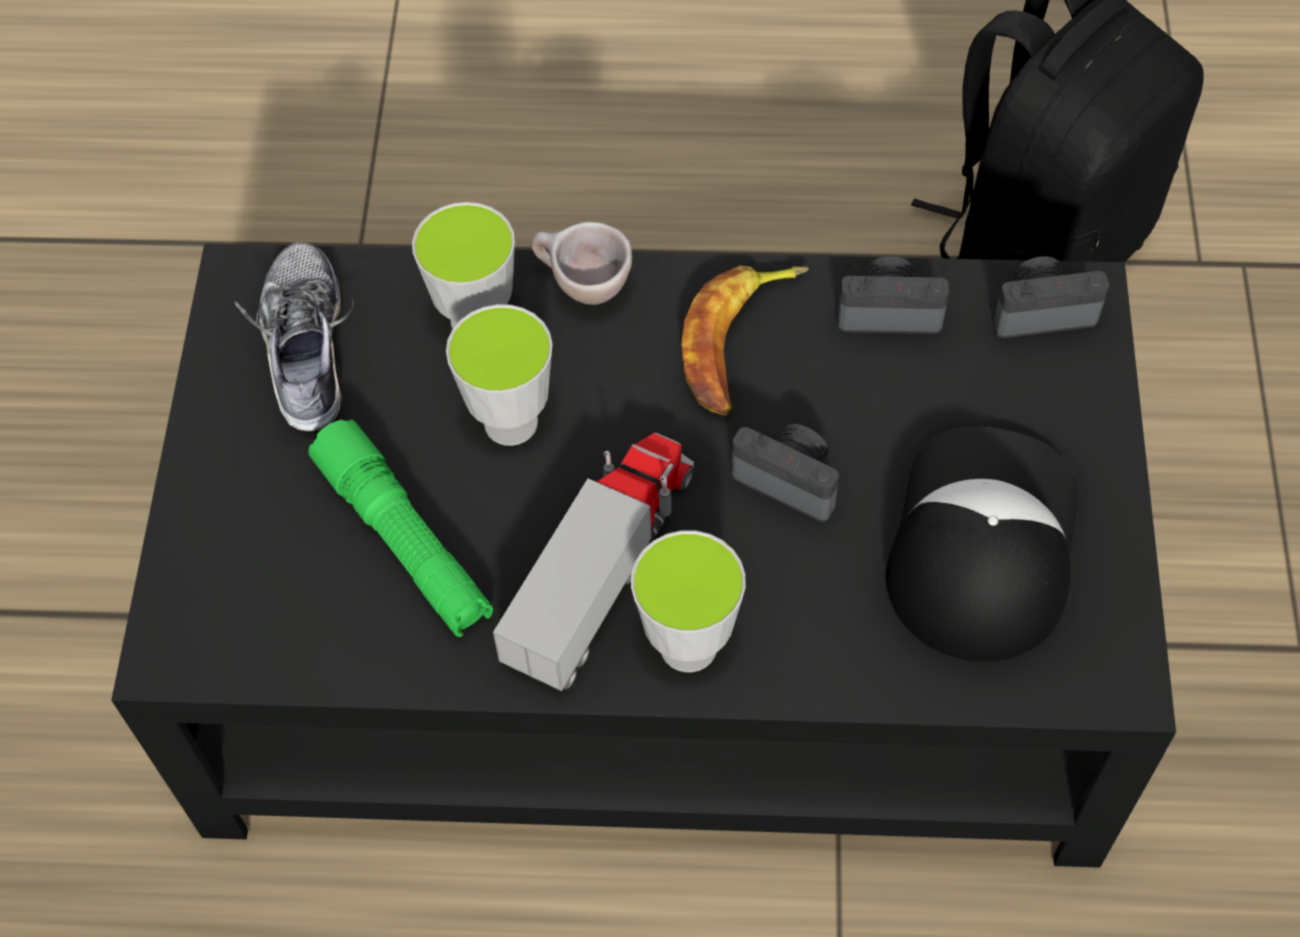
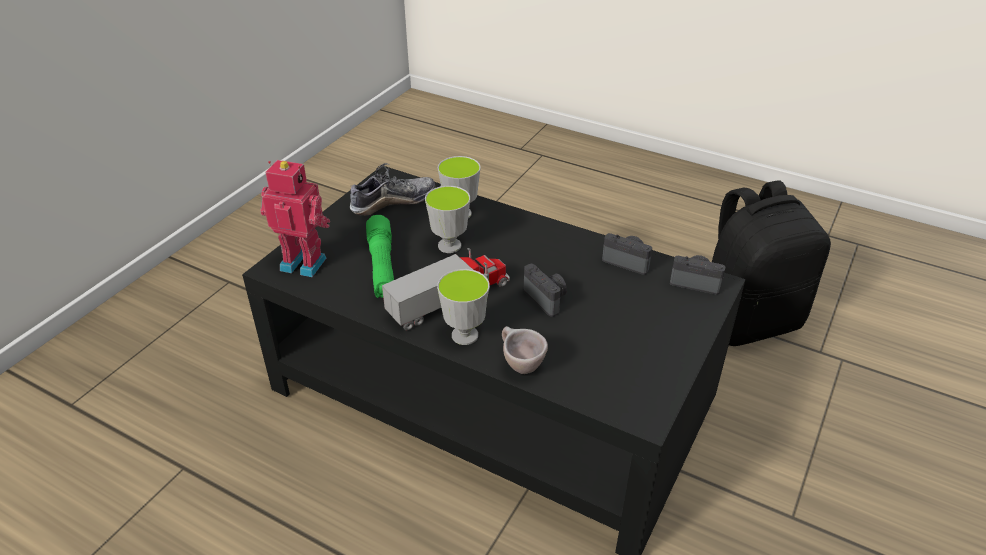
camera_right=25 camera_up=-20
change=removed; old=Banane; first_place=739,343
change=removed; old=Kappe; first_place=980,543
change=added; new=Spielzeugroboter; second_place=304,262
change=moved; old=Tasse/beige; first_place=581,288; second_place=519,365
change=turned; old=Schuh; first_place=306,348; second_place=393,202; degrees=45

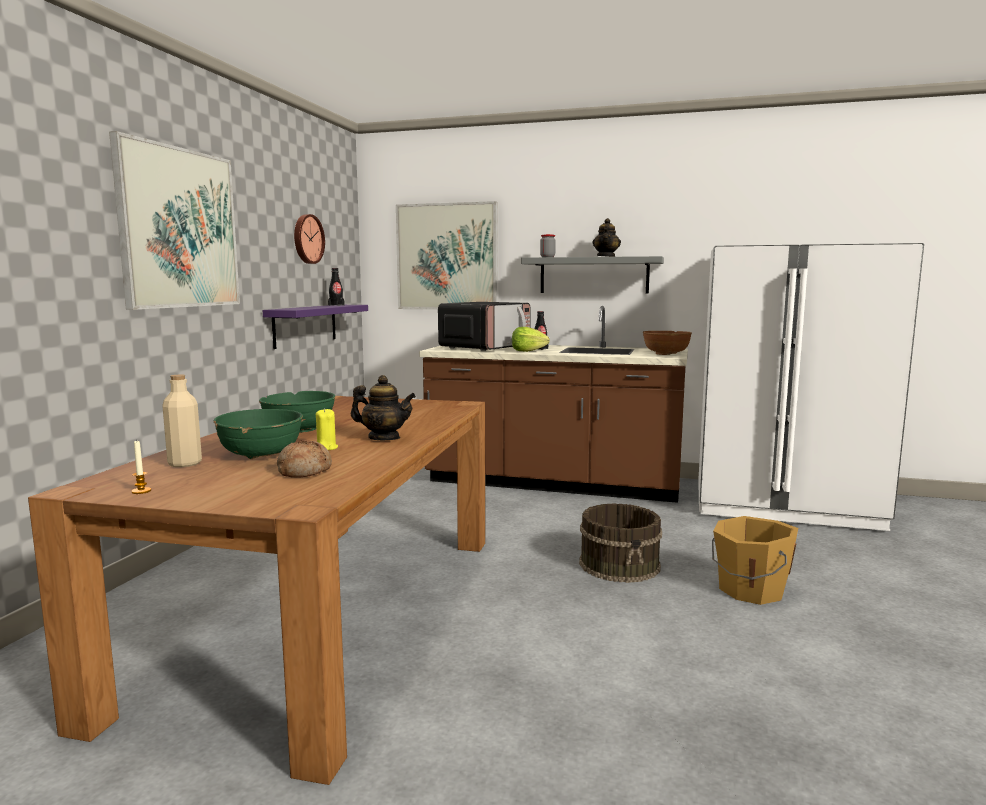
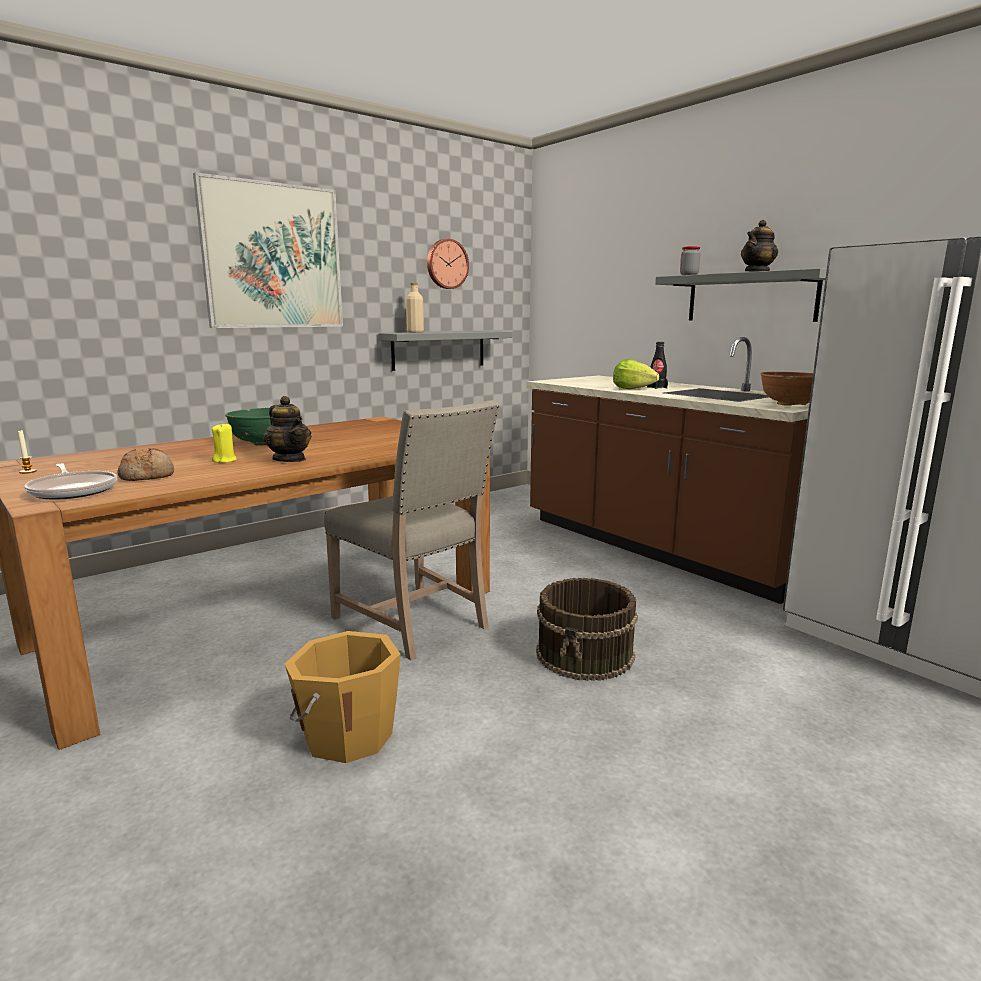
camera_right=35 camera_up=5
change=removed; old=Schüssel/grün; first_place=261,455
change=removed; old=Flasche/schwarz; first_place=336,305
change=removed; old=Bild; first_place=447,257
change=removed; old=Mikrowelle; first_place=485,347
change=added; new=Pfanne; second_place=73,490
change=added; new=Stuhl/beige; second_place=415,622
change=moved; old=Flasche/beige; first_place=184,463; second_place=415,332
change=moved; old=Eimer/orange; first_place=750,590; second_place=347,735
change=recoloured; old=Wandregal/lila; new=Wandregal/grau; first_place=305,325; second_place=439,350

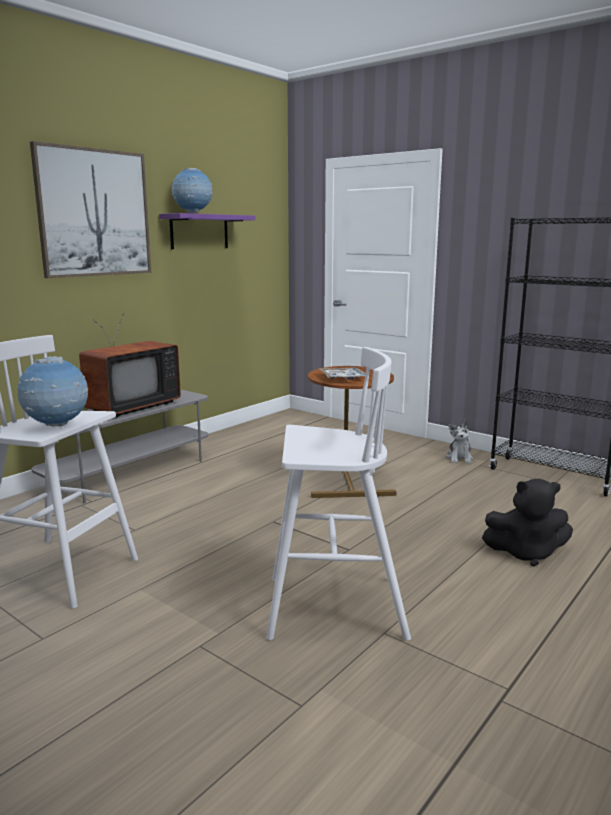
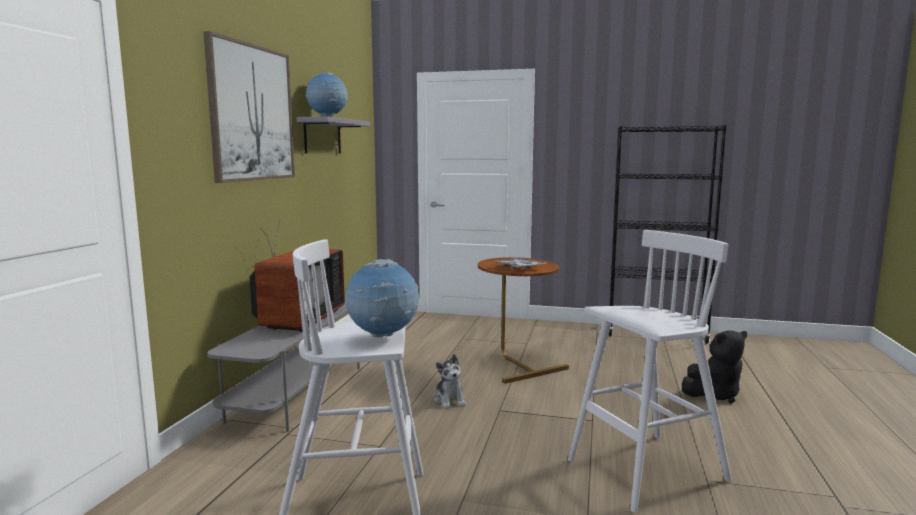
camera_right=-25 camera_up=-5
change=moved; old=Plüschtier; first_place=459,458; second_place=450,400
change=recoloured; old=Wandregal/lila; new=Wandregal/grau; first_place=199,231; second_place=322,136

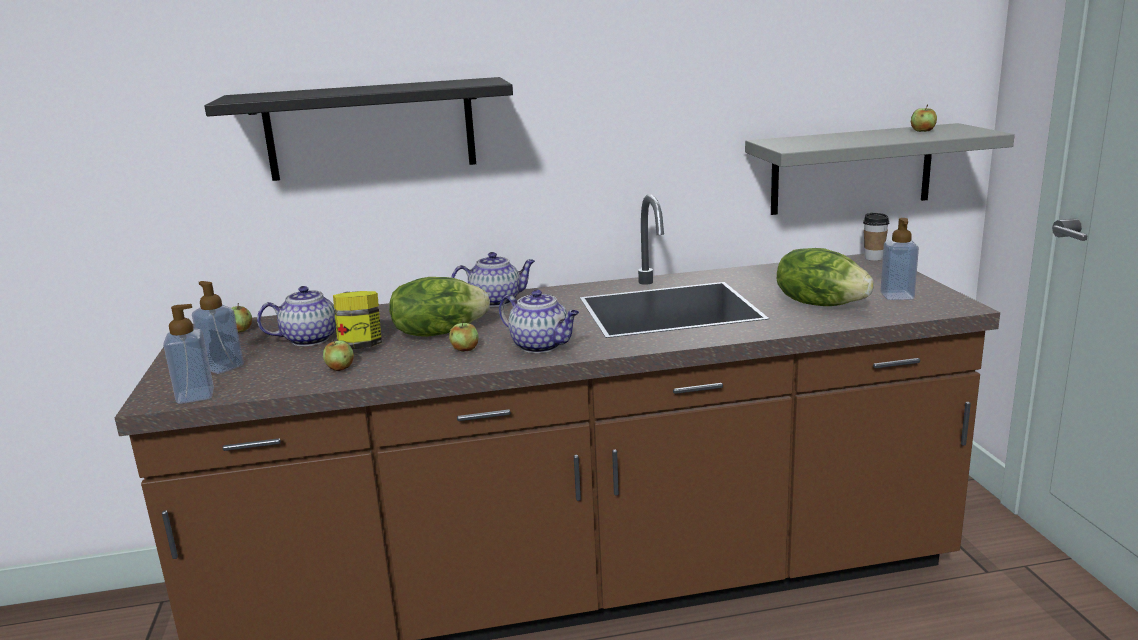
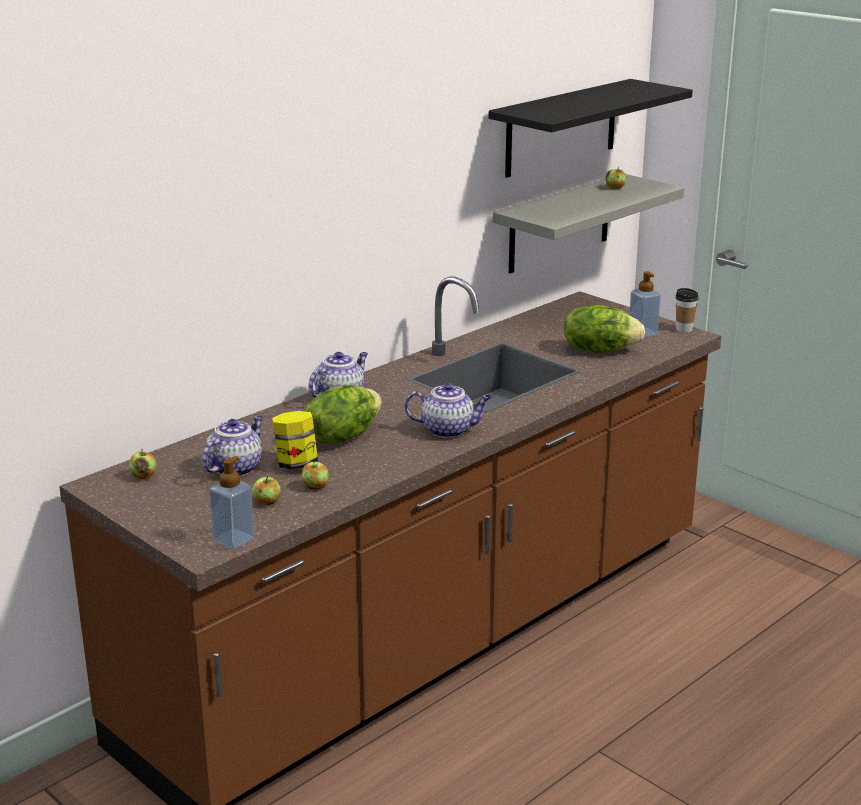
camera_right=-35 camera_up=5
change=removed; old=Seifenspender; first_place=223,367
change=moved; old=Wandregal/schwarz; first_place=371,129; second_place=561,128
change=moved; old=Apfel; first_place=465,349; second_place=266,502
change=moved; old=Tasse; first_place=873,258; second_place=684,329

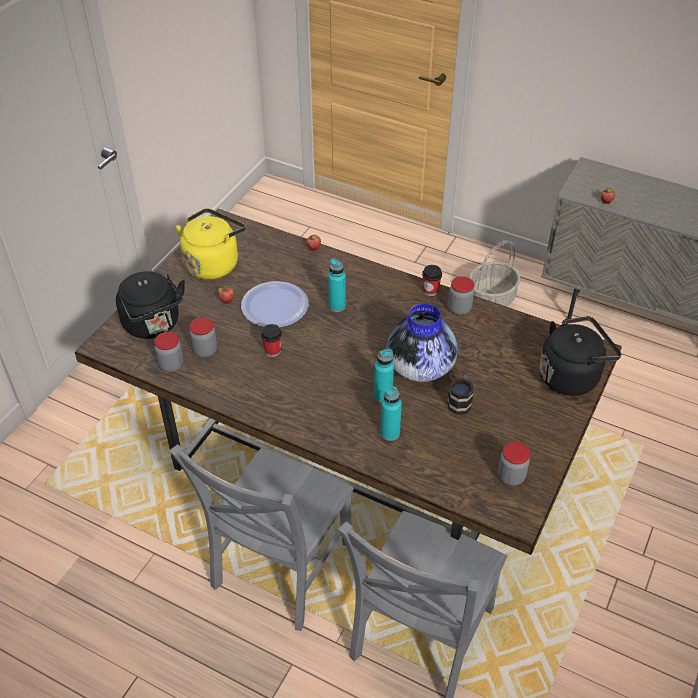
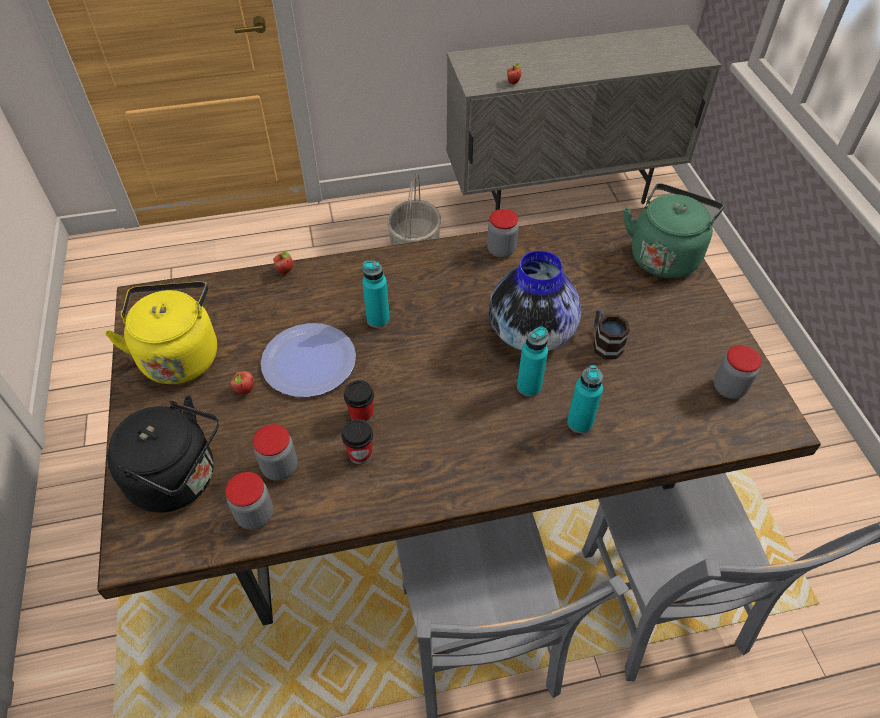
camera_right=-40 camera_up=5
change=moved; old=Tasse; first_place=430,291; second_place=360,454
change=recoloured; old=Wasserkessel/schwarz; new=Wasserkessel/grün; first_place=571,375; second_place=664,255

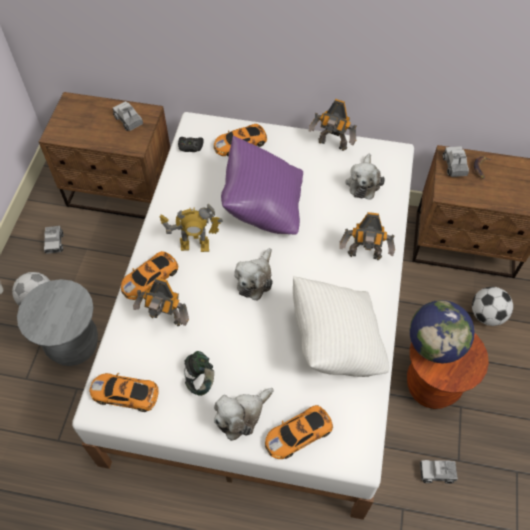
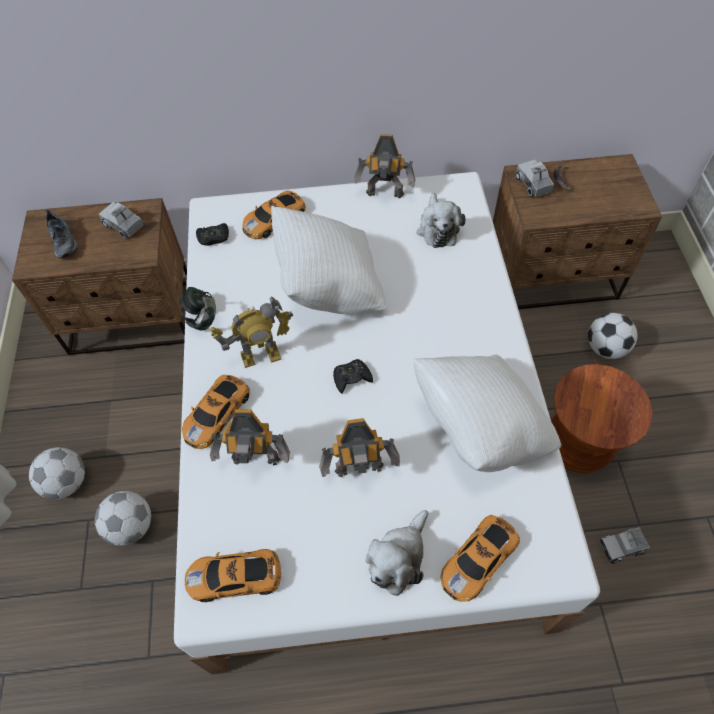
camera_right=-15 camera_up=0
change=removed; old=Spielzeuglaster; first_place=54,243
change=removed; old=Globus; first_place=434,345
change=added; new=Schuh; second_place=64,241
change=moved; old=Kopfhörer; first_place=200,379; second_place=202,318
change=moved; old=Spielzeugroboter; first_place=364,256; second_place=360,471
change=replaced; old=Hocker/grau; new=Fußball; first_place=74,345; second_place=131,526
change=replaced; old=Plüschtier; new=Gamepad/schwarz; first_place=255,279; second_place=352,378
change=recoloured; old=Kissen/lila; new=Kissen/weiß; first_place=263,207; second_place=329,287

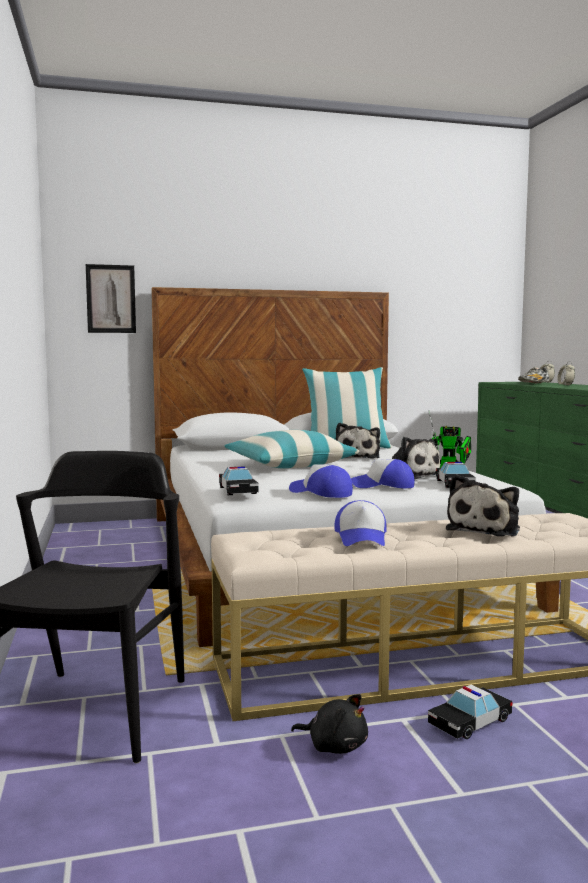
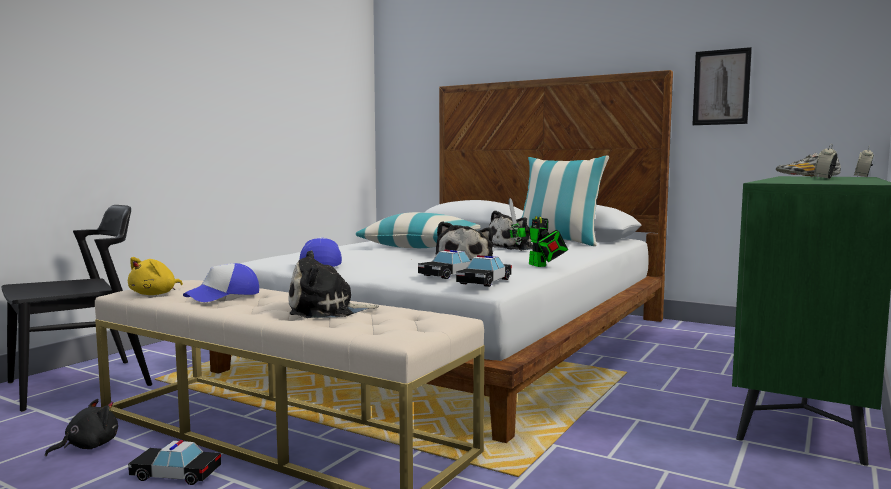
camera_right=45 camera_up=0
change=removed; old=Kappe; first_place=383,486
change=added; new=Plüschtier/gelb; second_place=155,294
change=moved; old=Bild; first_place=111,299; second_place=721,87
change=moved; old=Spielzeugauto; first_place=238,491; second_place=484,282
change=turned; old=Plüschtier/schwarz; first_place=334,746; second_place=88,446; degrees=-120

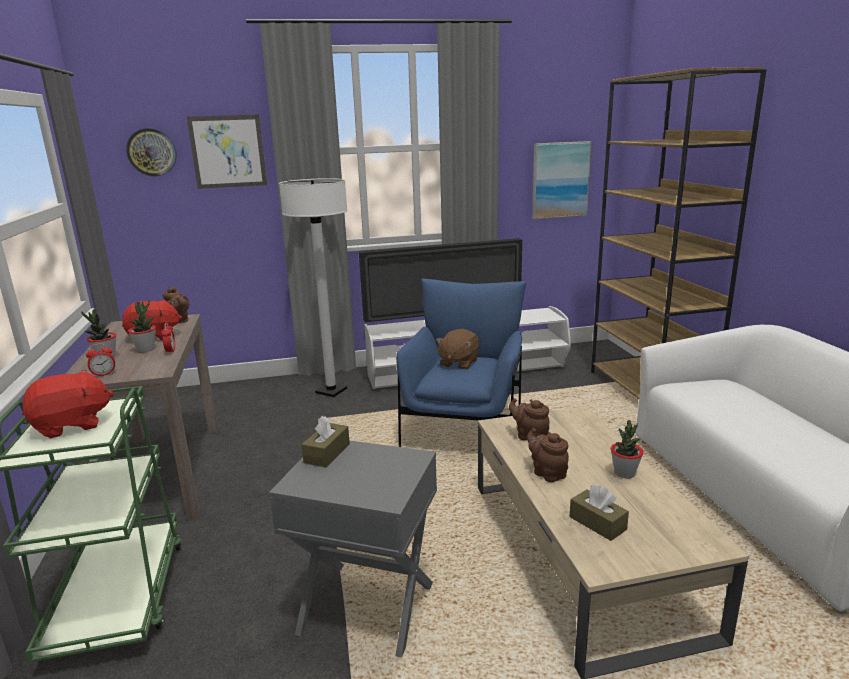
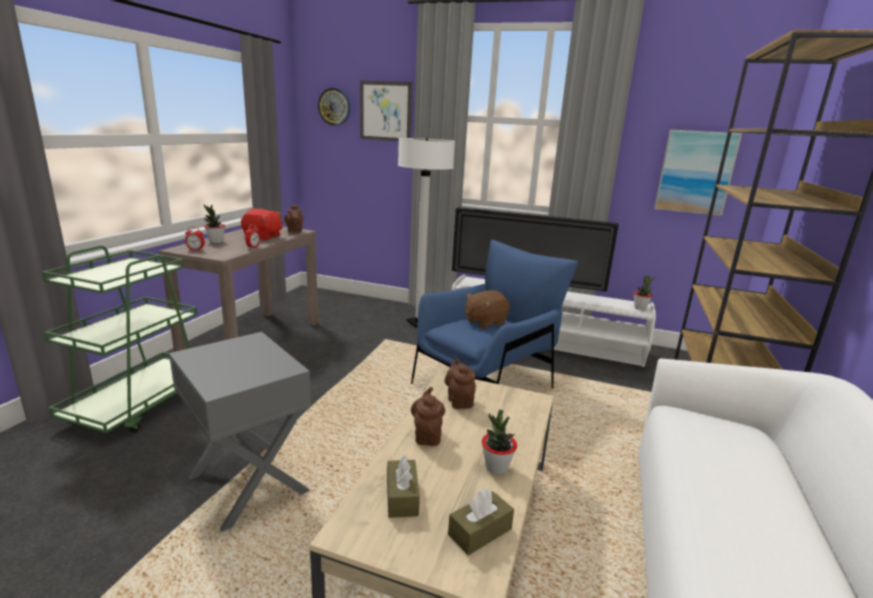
camera_right=30 camera_up=0
change=removed; old=Plüschtier/rot; first_place=72,425
change=moved; old=Topfpflanze; first_place=146,349; second_place=640,308
change=moved; old=Taschentuchbox/braun; first_place=327,453; second_place=480,532

